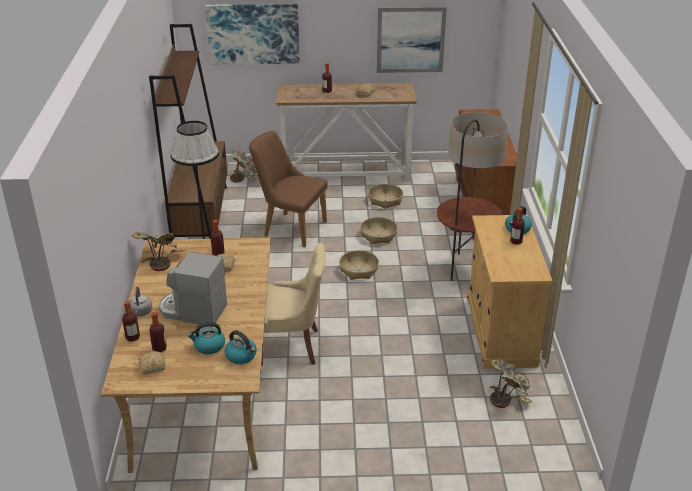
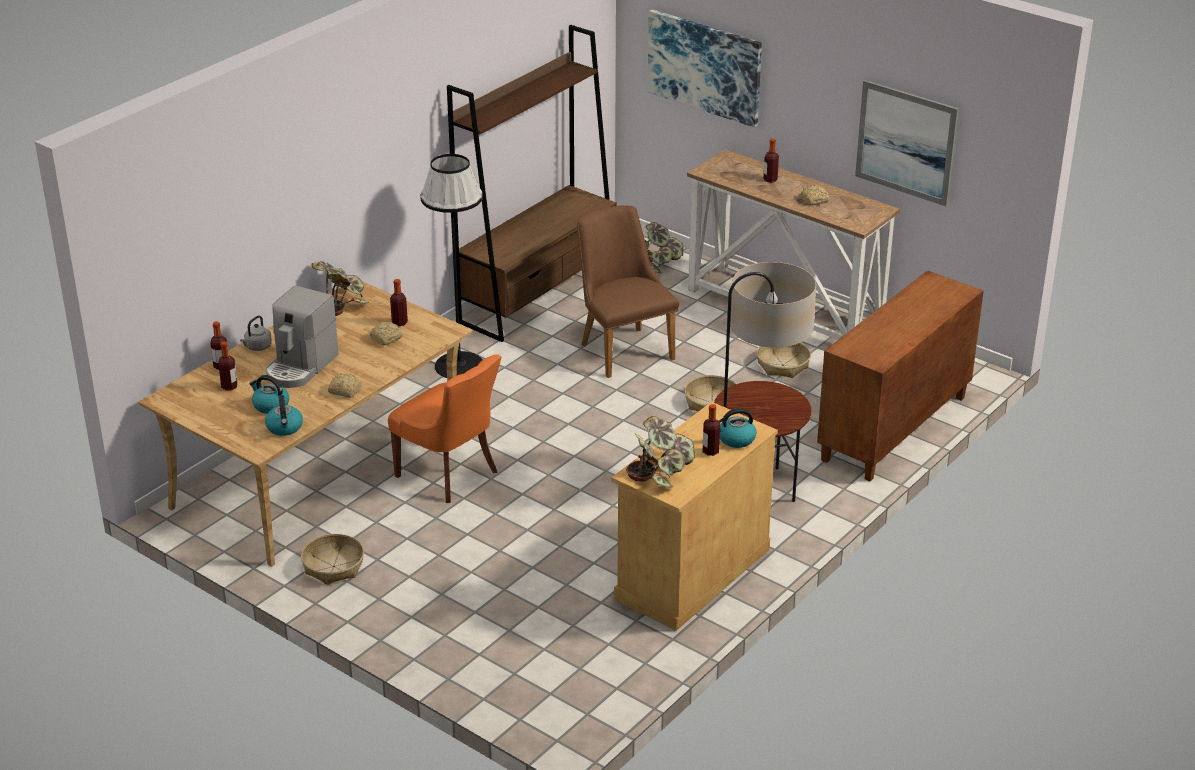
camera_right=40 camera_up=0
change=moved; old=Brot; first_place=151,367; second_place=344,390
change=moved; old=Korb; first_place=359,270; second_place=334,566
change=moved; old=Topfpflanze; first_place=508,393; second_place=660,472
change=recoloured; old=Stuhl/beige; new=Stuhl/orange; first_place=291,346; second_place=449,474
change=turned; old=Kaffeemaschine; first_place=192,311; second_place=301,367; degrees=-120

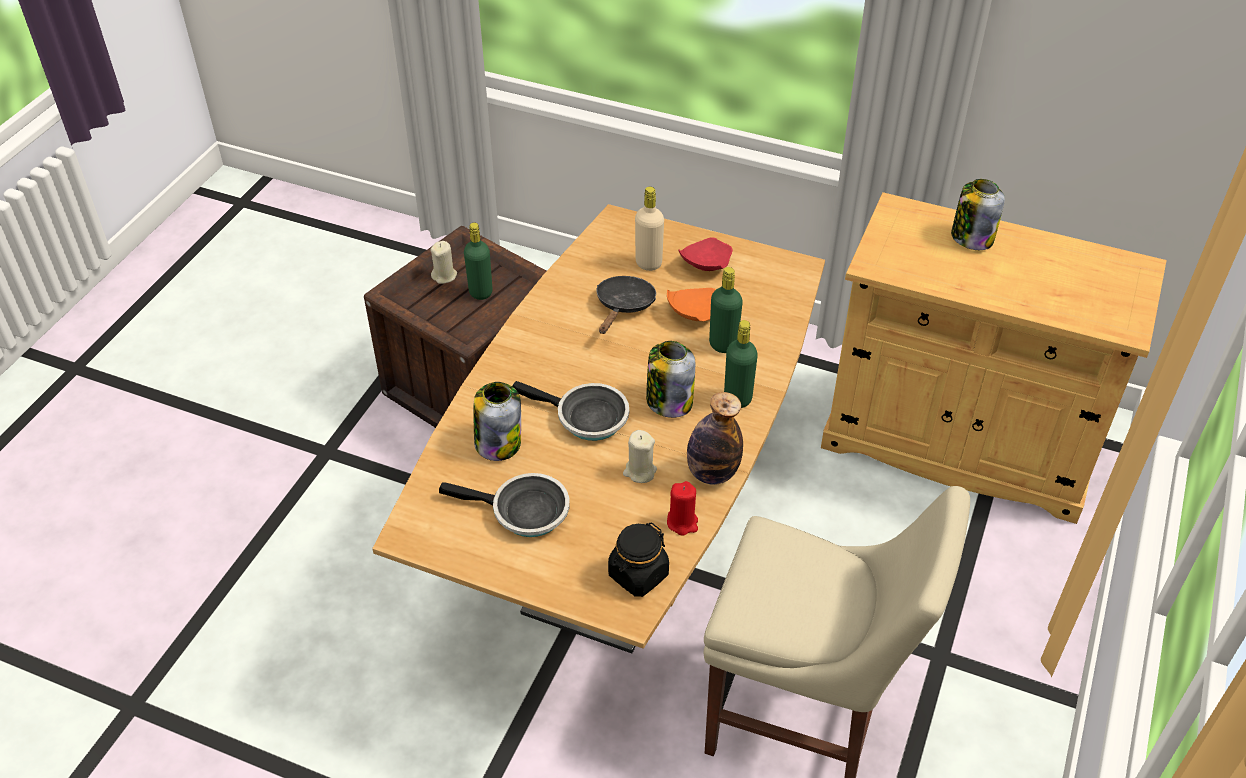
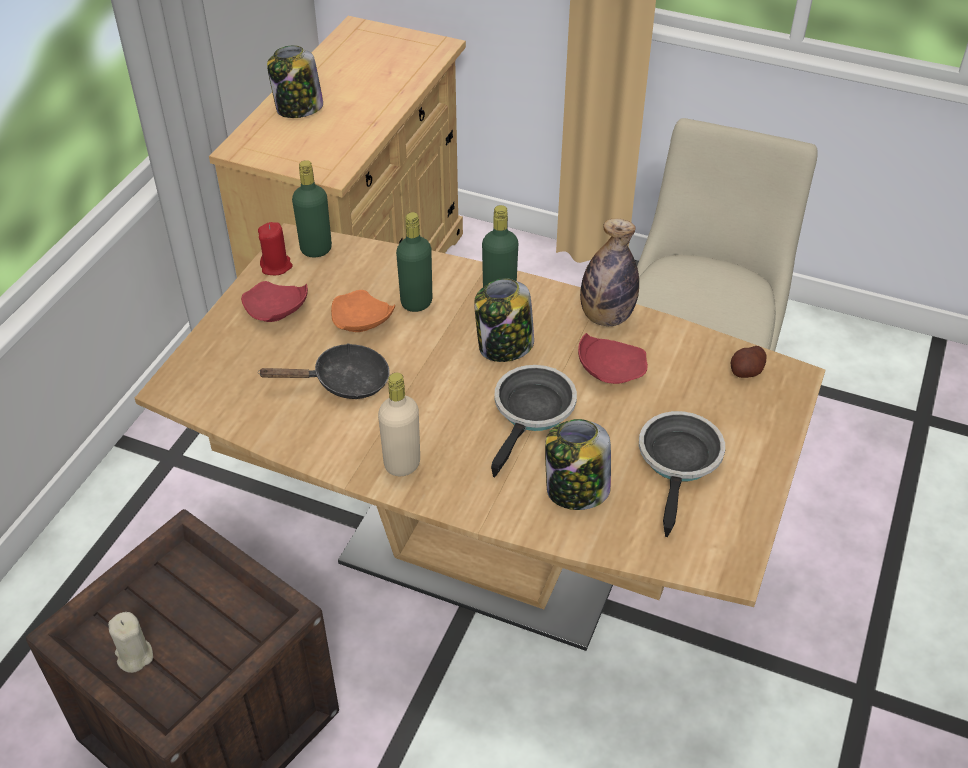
camera_right=-90 camera_up=0
change=moved; old=Flasche/grün; first_place=480,292; second_place=316,249
change=moved; old=Flasche/beige; first_place=648,263; second_place=402,464
change=moved; old=Kerze/rot; first_place=682,522; second_place=276,266
change=replaced; old=Vorratsglas/schwarz; new=Kartoffel; first_place=638,575; second_place=746,371
change=replaced; old=Kerze/beige; new=Teller/rot; first_place=639,471; second_place=610,369
change=turned; old=Pfanne/schwarz; first_place=623,306; second_place=344,382; degrees=150

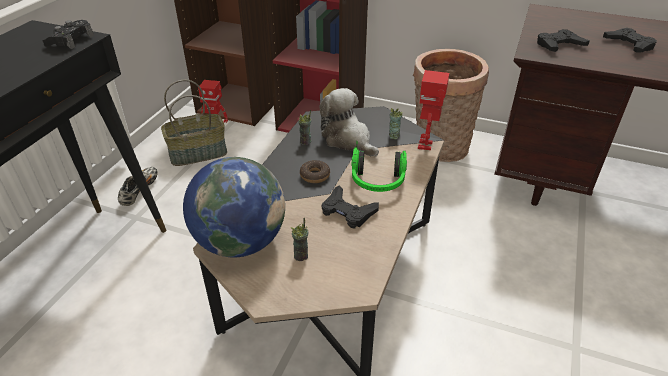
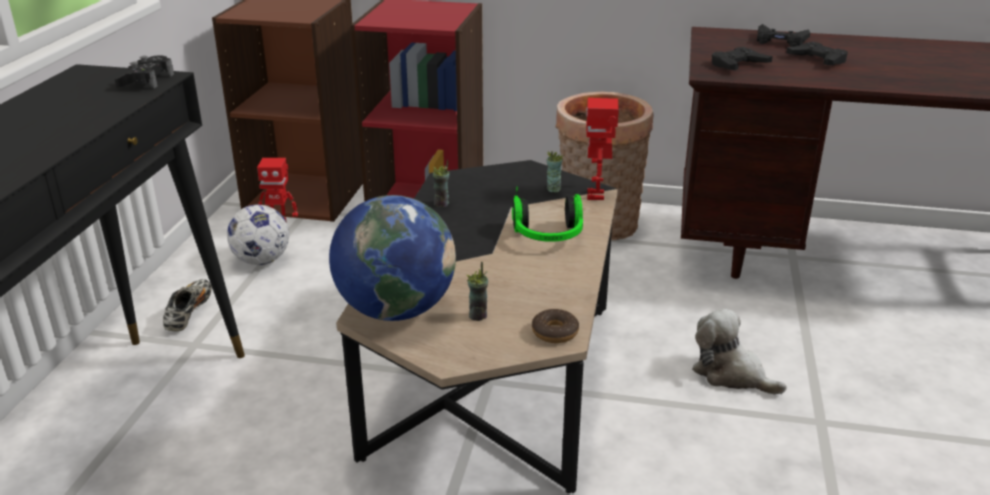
camera_right=-10 camera_up=-10
change=moved; old=Donut; first_place=315,175; second_place=555,332
change=moved; old=Plüschtier; first_place=348,140; second_place=731,374
change=moved; old=Gamepad/schwarz; first_place=347,211; second_place=780,41
change=replaced; old=Korb; new=Fußball; first_place=198,153; second_place=262,260

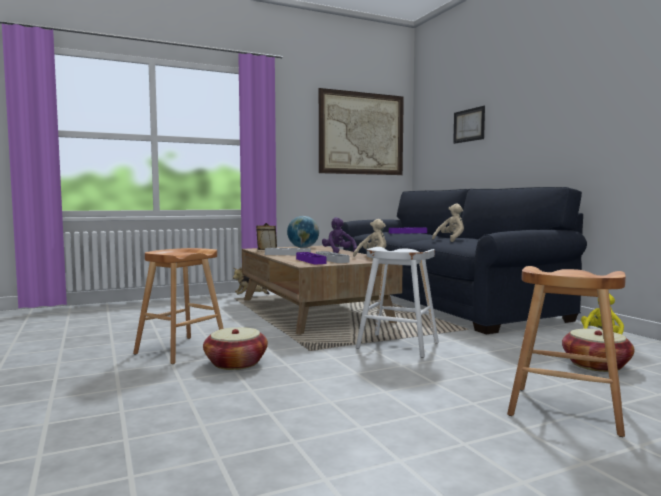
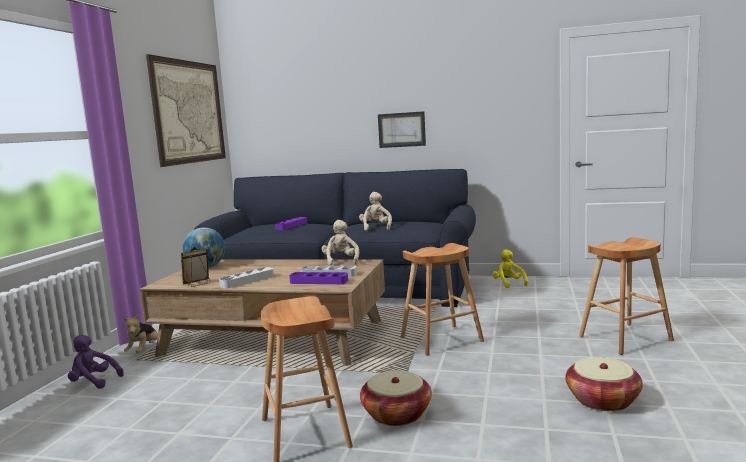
camera_right=-50 camera_up=5
change=moved; old=Plüschtier/lila; first_place=338,253; second_place=93,382
change=moved; old=Bild; first_place=469,125; second_place=401,129
change=moved; old=Korb; first_place=596,365; second_place=602,400
change=recoloured; old=Hocker/weiß; new=Hocker/braun; first_place=398,345; second_place=441,339

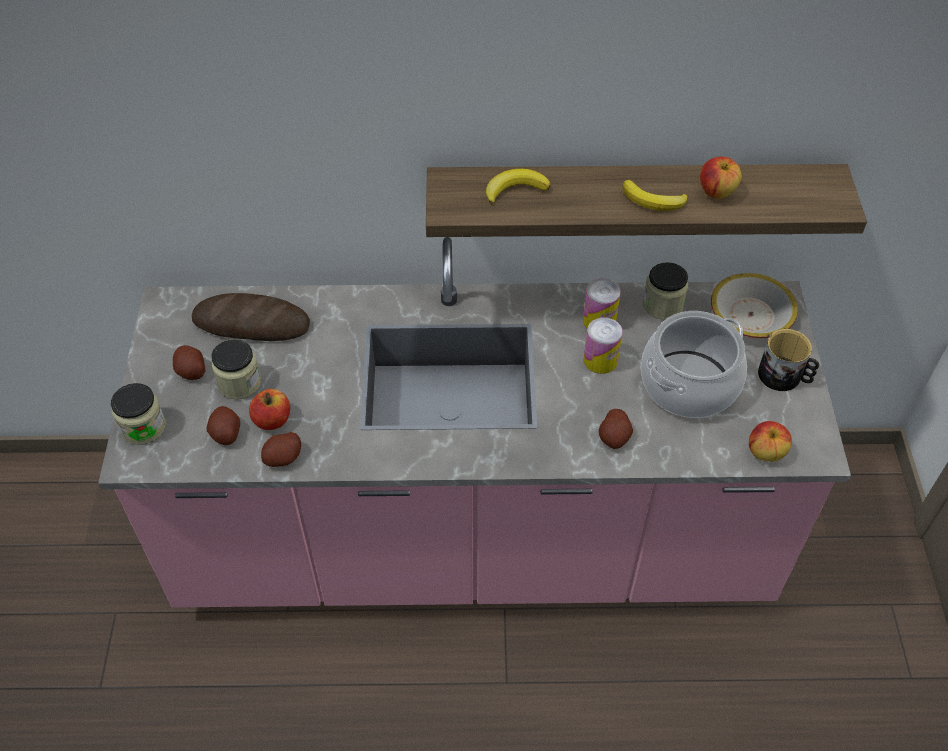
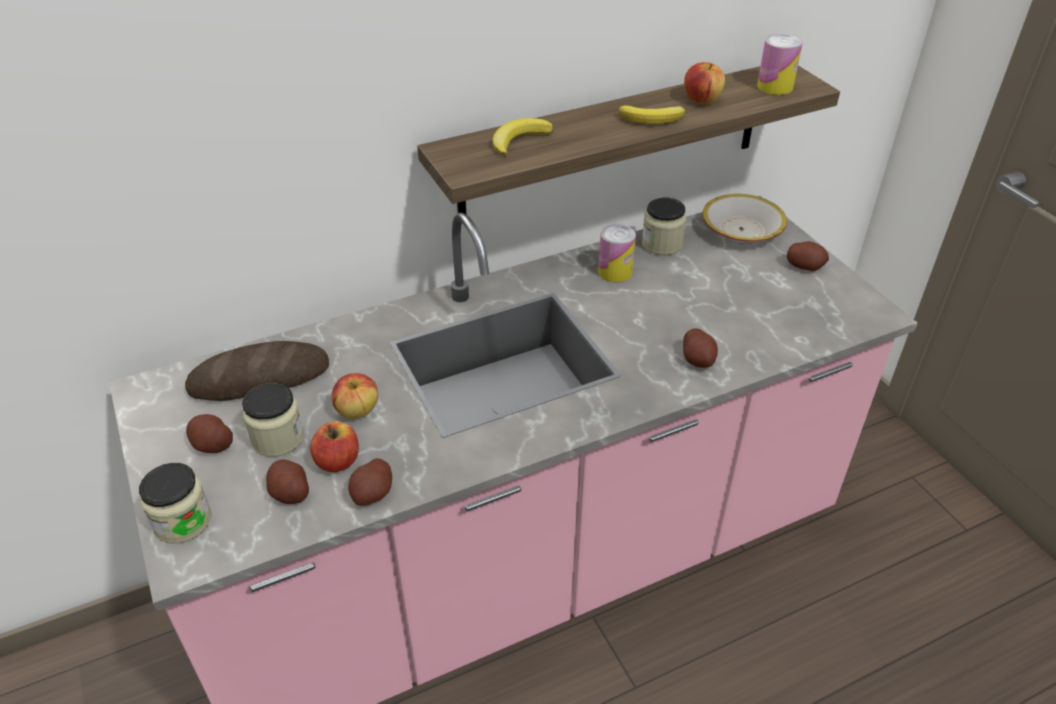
camera_right=-25 camera_up=-10
change=removed; old=Kochtopf; first_place=688,383
change=moved; old=Dose; first_place=600,360; second_place=775,86
change=moved; old=Apfel; first_place=765,452; second_place=357,411
change=replaced; old=Henkelbecher; new=Kartoffel; first_place=784,376; second_place=804,266

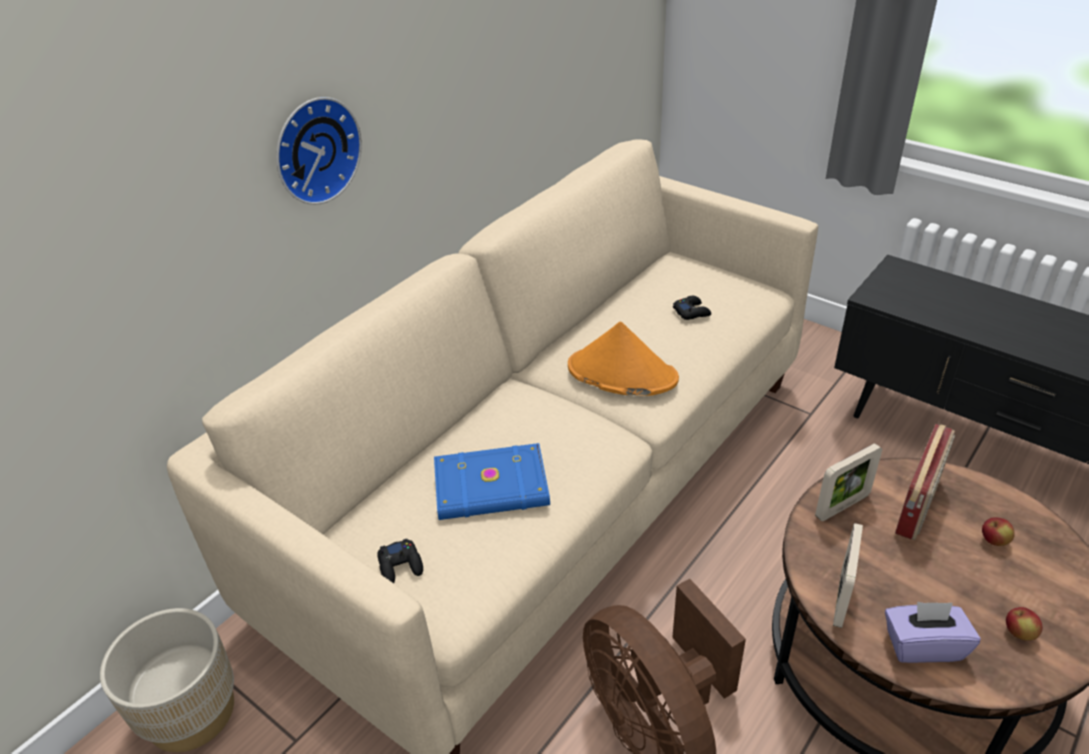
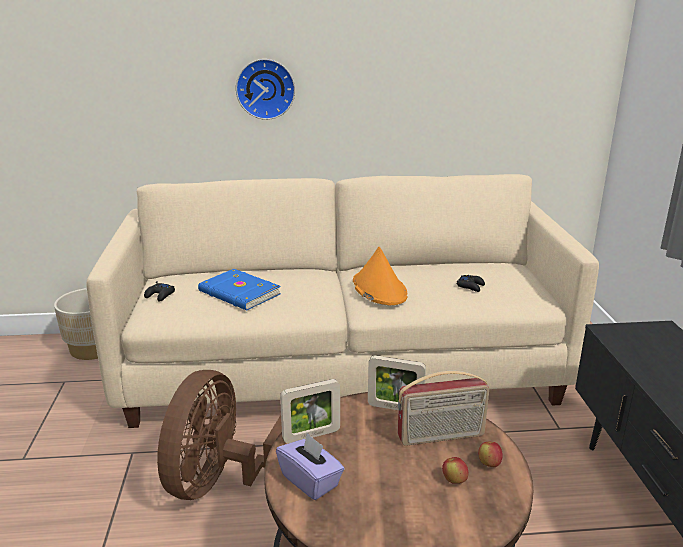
camera_right=45 camera_up=-15
change=moved; old=Apfel; first_place=1019,633; second_place=489,464

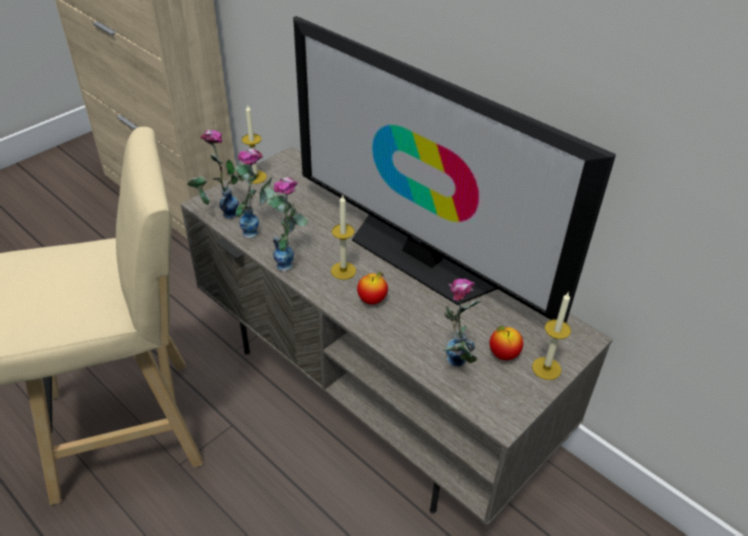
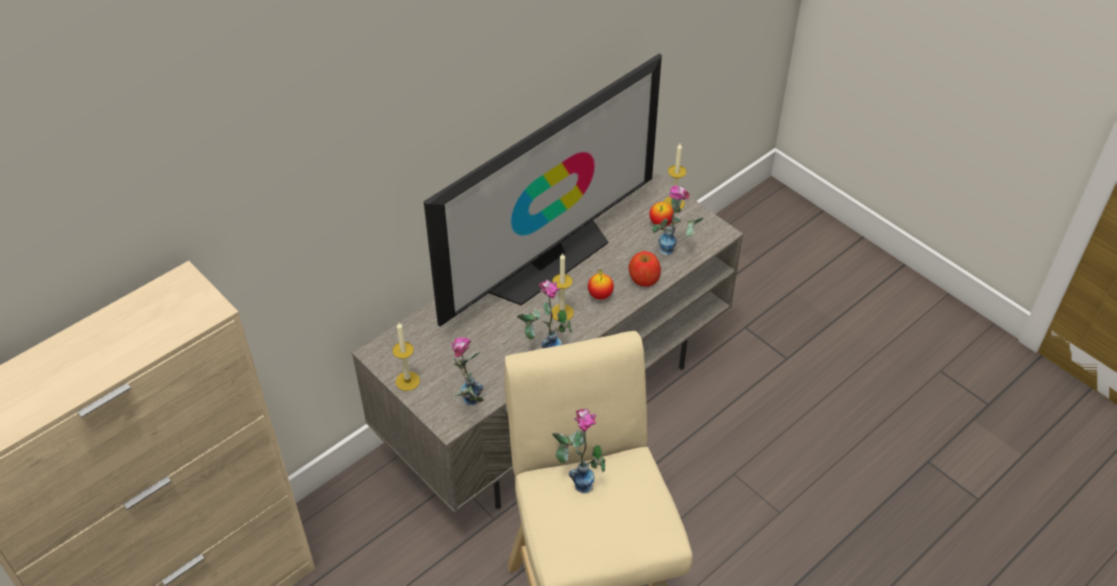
camera_right=-85 camera_up=5
change=added; new=Apfel; second_place=644,278
change=moved; old=Vase; first_place=260,230; second_place=578,477

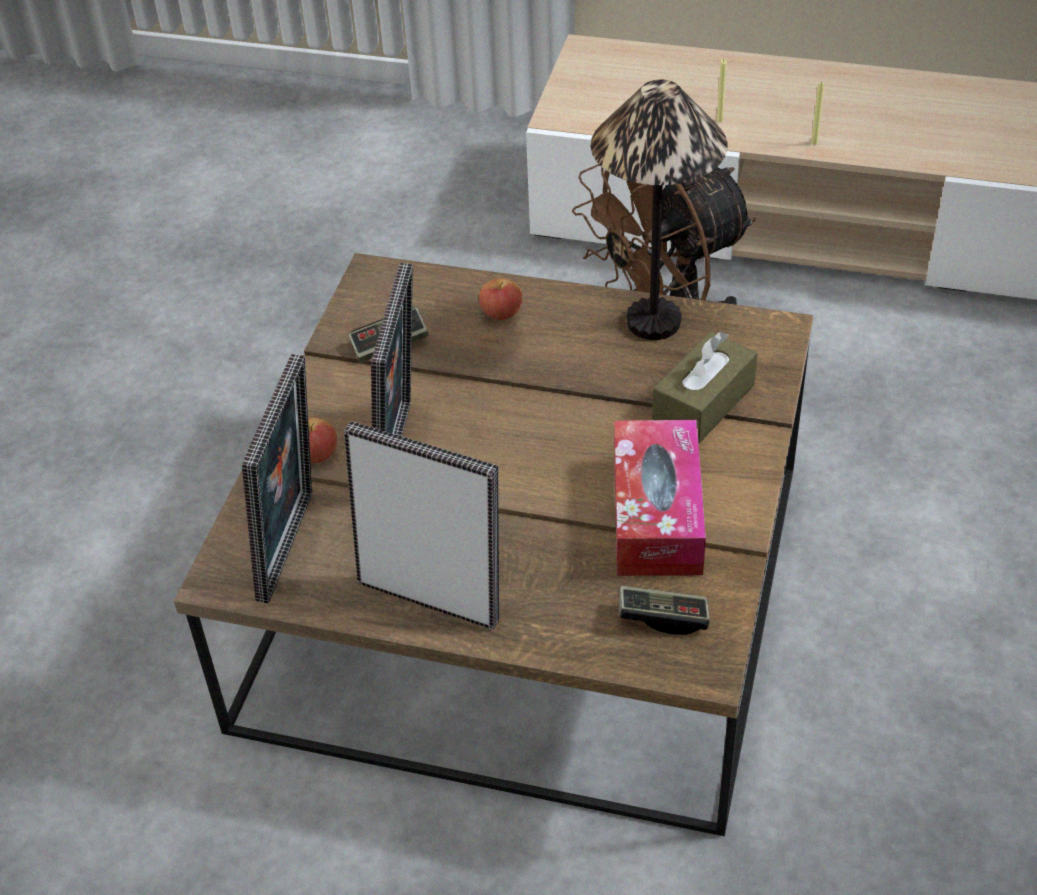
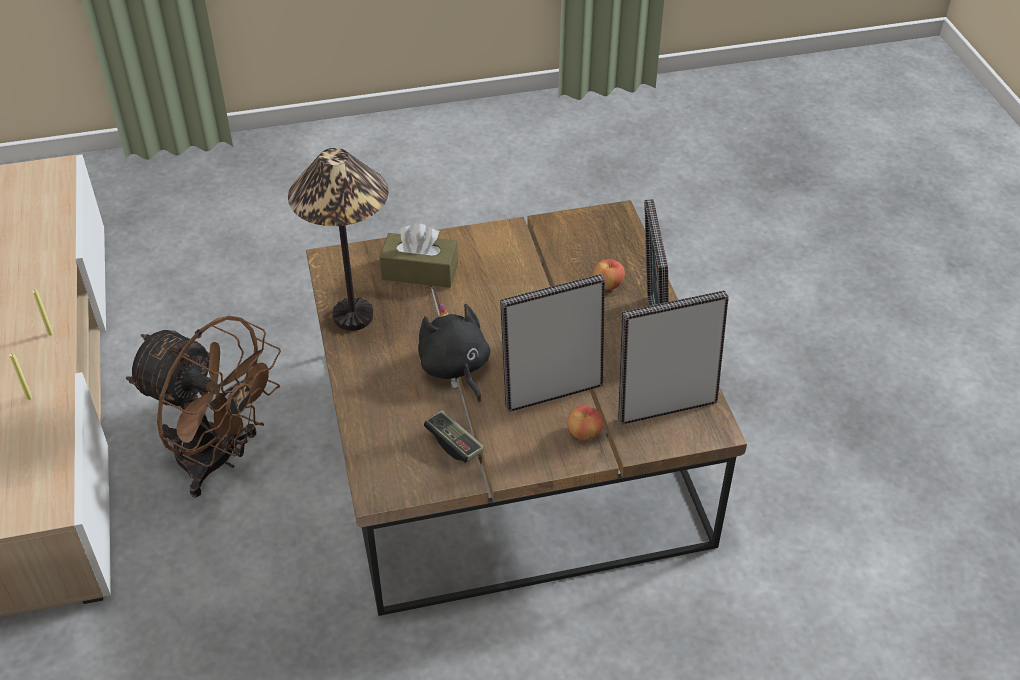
camera_right=-120 camera_up=0
change=removed; old=Taschentuchbox; first_place=657,514
change=removed; old=Gamepad; first_place=663,617
change=added; new=Plüschtier/schwarz; second_place=455,368
change=moved; old=Apfel; first_place=501,313; second_place=608,284

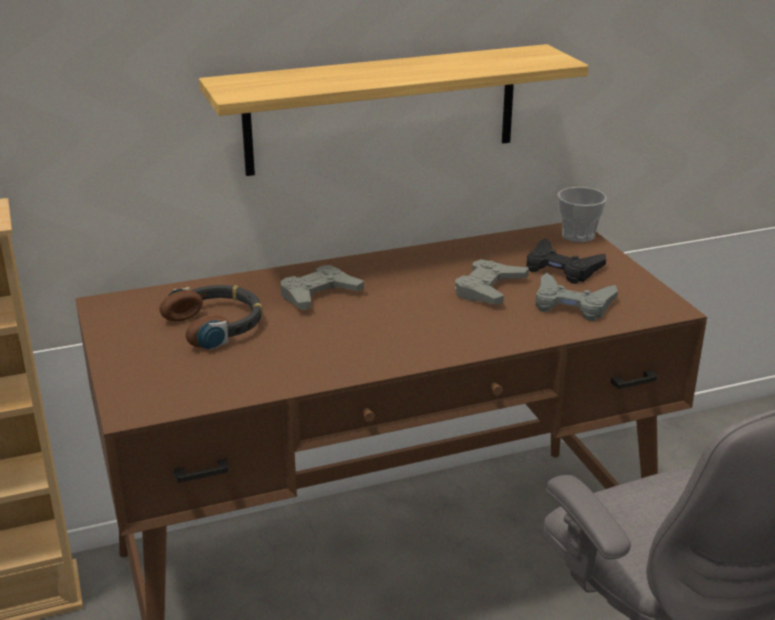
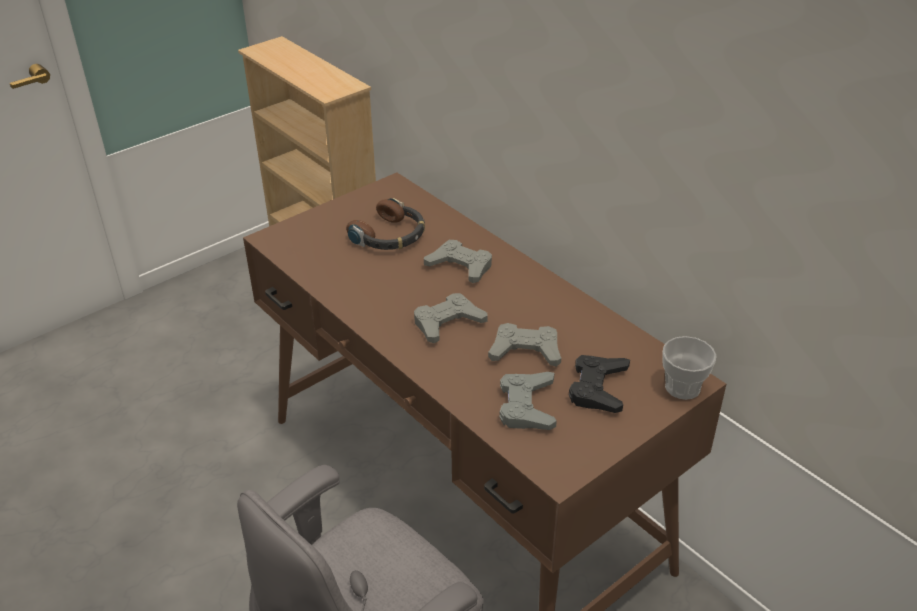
camera_right=70 camera_up=10
change=removed; old=Wandregal; first_place=382,109
change=added; new=Gamepad/grau; second_place=448,323

